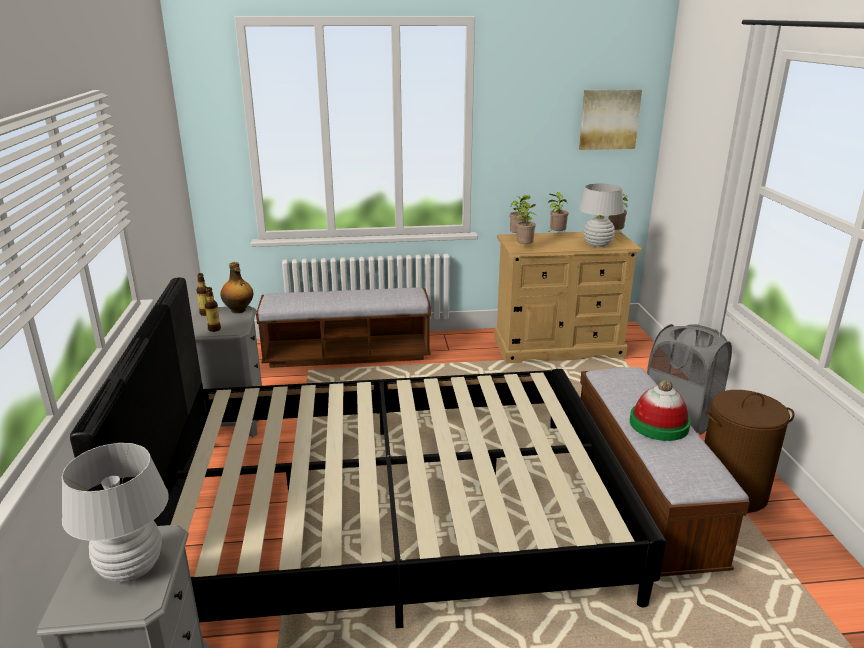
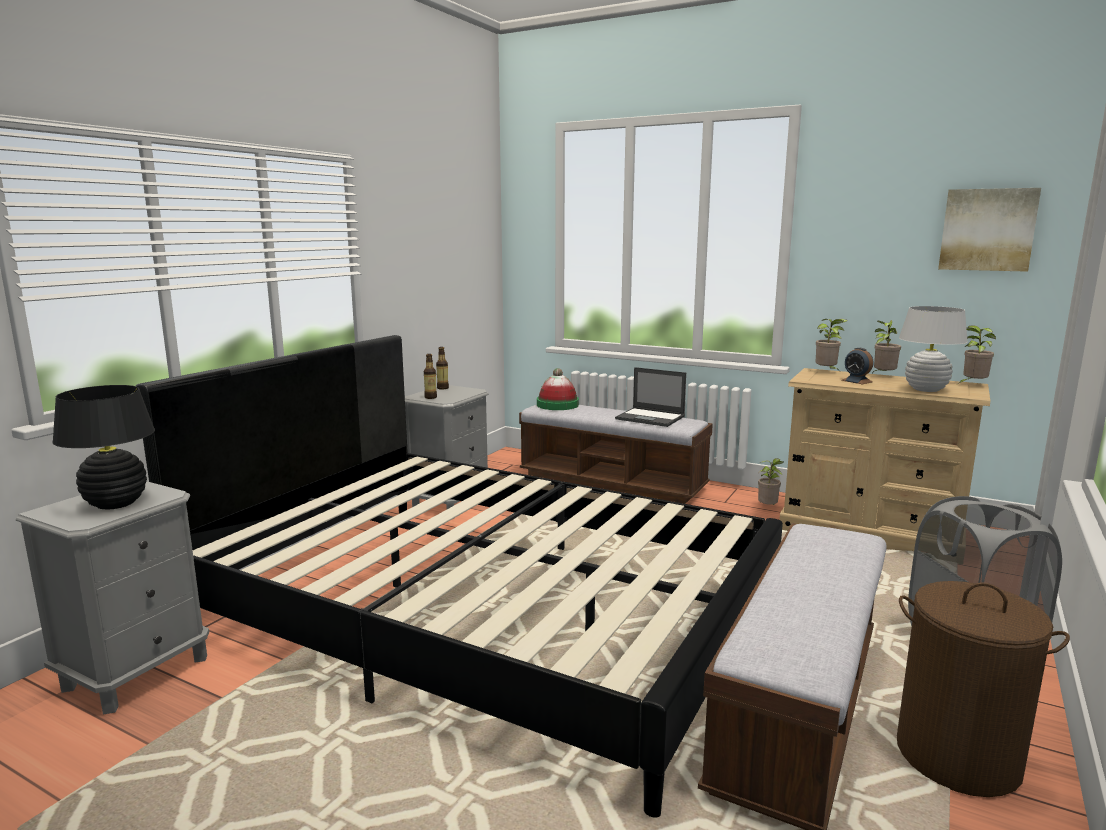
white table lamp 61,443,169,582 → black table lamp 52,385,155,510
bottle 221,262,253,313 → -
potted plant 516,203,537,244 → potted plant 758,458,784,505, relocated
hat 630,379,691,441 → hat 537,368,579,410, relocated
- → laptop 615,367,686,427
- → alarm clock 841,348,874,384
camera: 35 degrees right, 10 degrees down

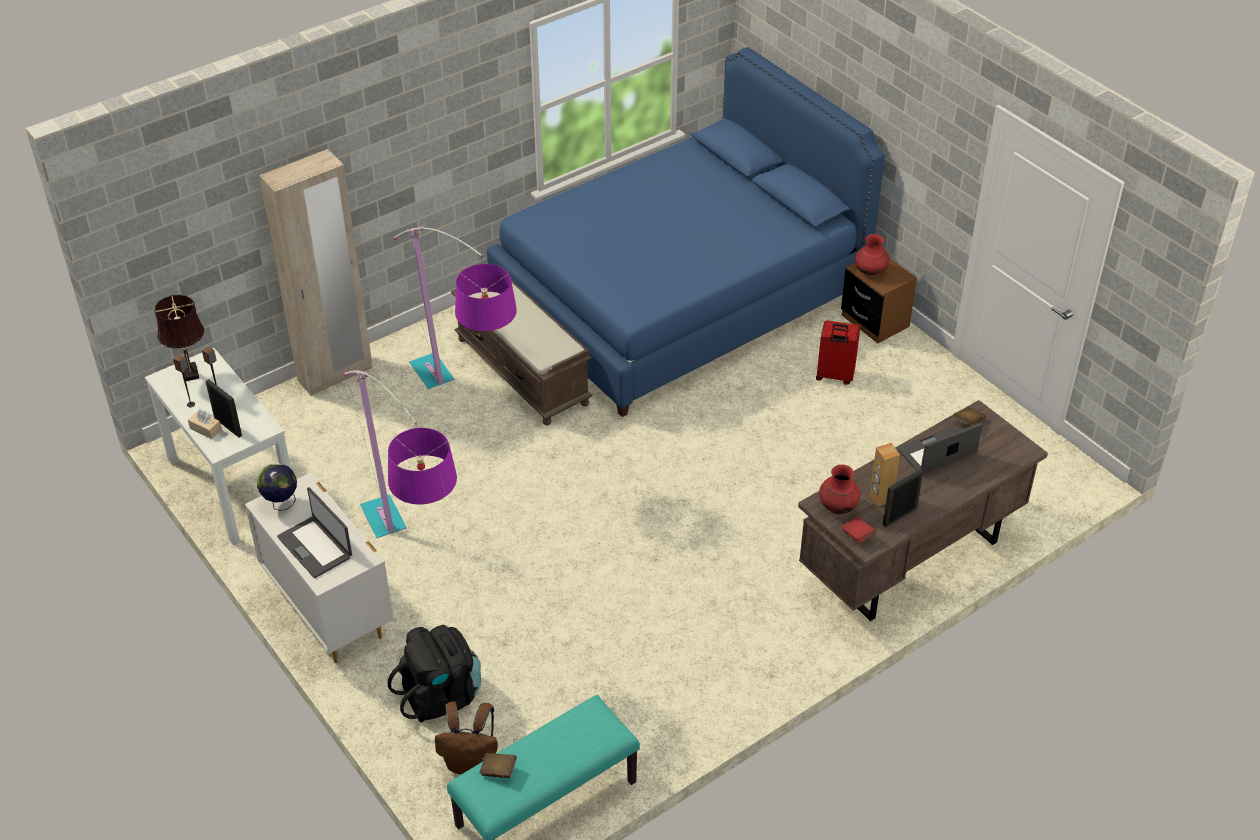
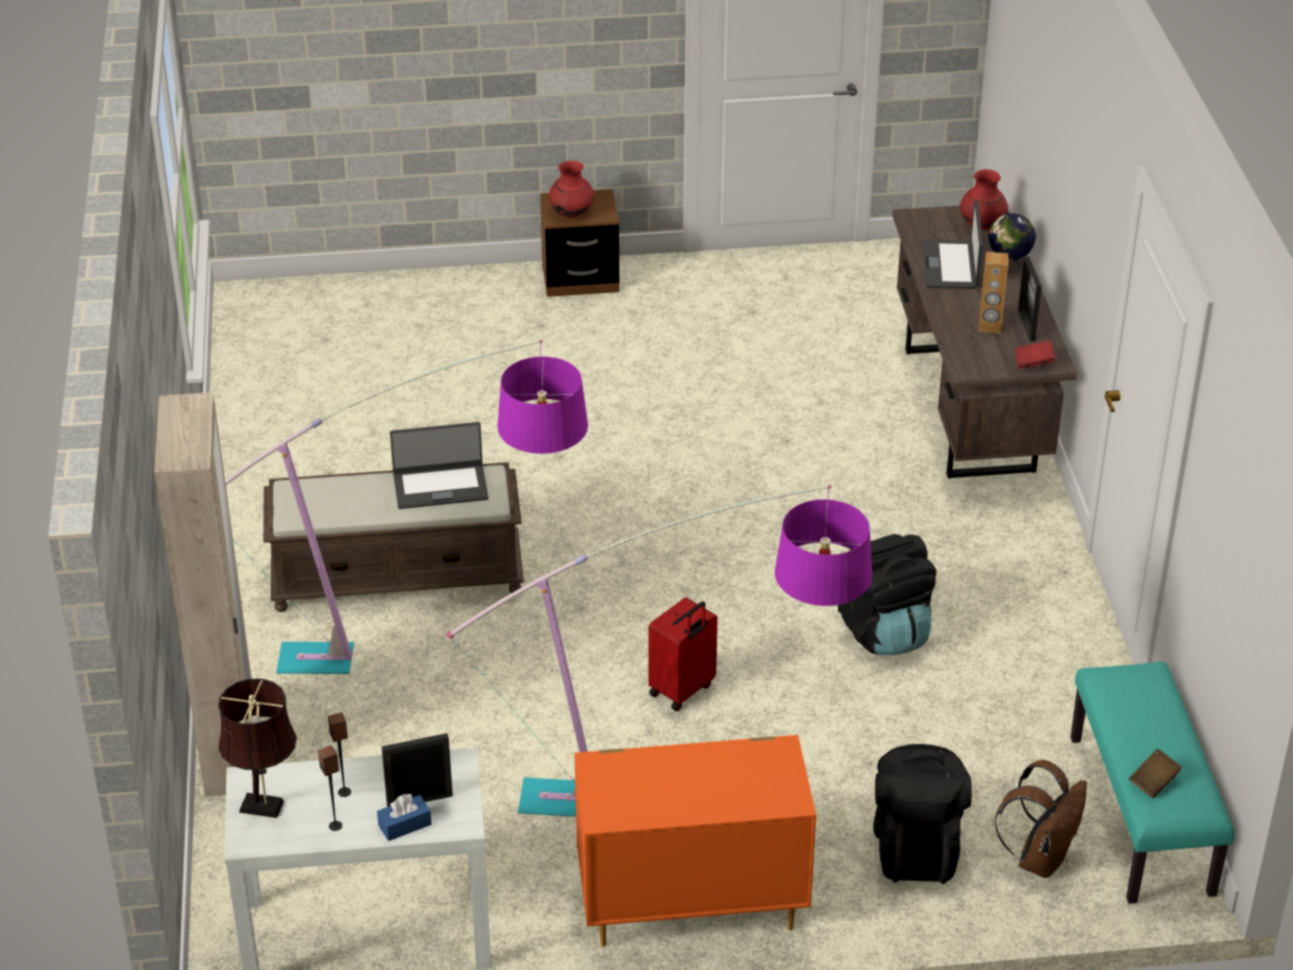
beige tissue box 188,410,222,439 → blue tissue box 377,794,432,841
white dresser 245,473,394,663 → orange dresser 574,735,816,947
globe 257,463,297,511 → globe 988,213,1036,273, relocated
laptop 277,487,352,578 → laptop 390,422,489,509, relocated
blue bed 487,47,885,417 → -
red suitcase 816,320,860,385 → red suitcase 648,597,718,711, relocated
red vase 819,465,860,514 → red vase 960,169,1008,230, relocated
brown book 953,407,986,425 → -
- → black backpack 838,534,936,655
camera: 60 degrees left, 5 degrees down

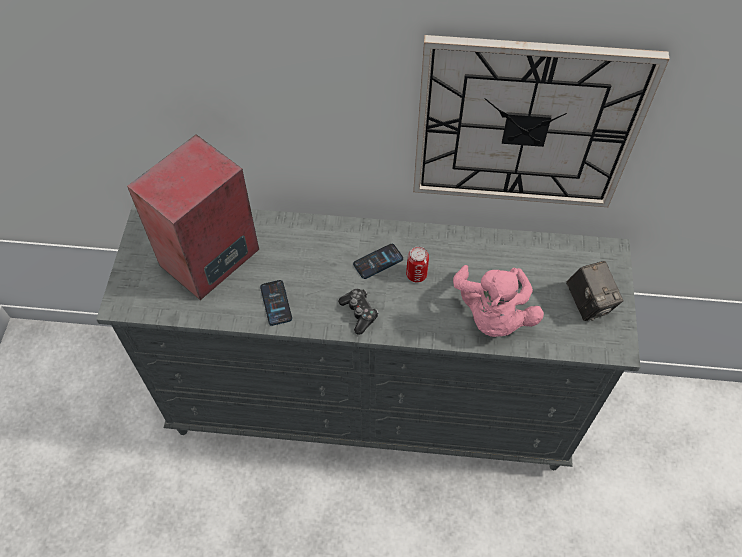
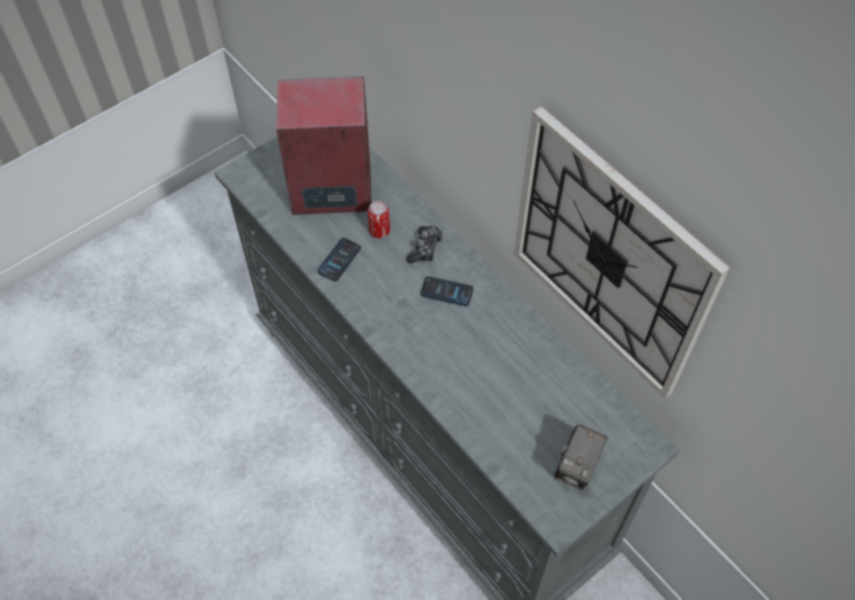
game controller 338,289,378,335 → game controller 406,226,443,263, relocated
can 406,246,429,282 → can 368,201,390,238, relocated
pink plush toy 453,265,544,337 → -
camera: 45 degrees right, 0 degrees up

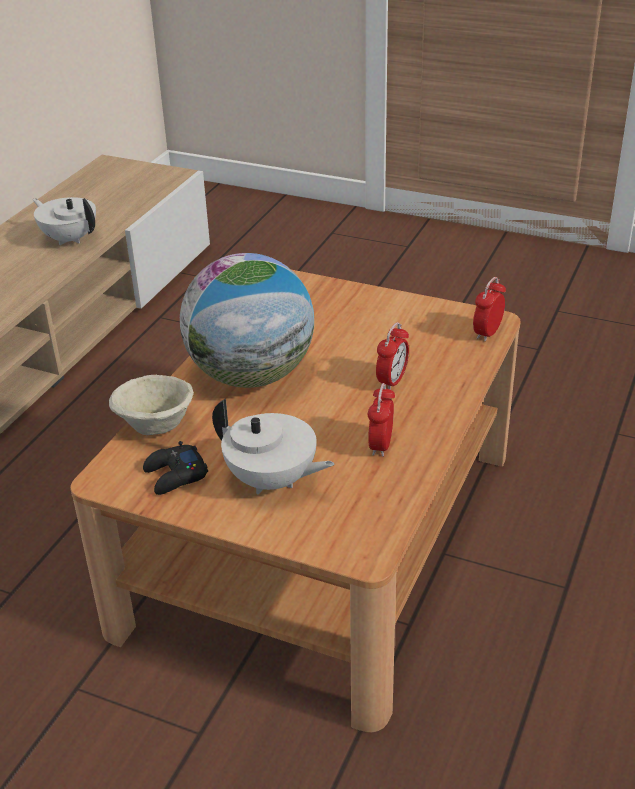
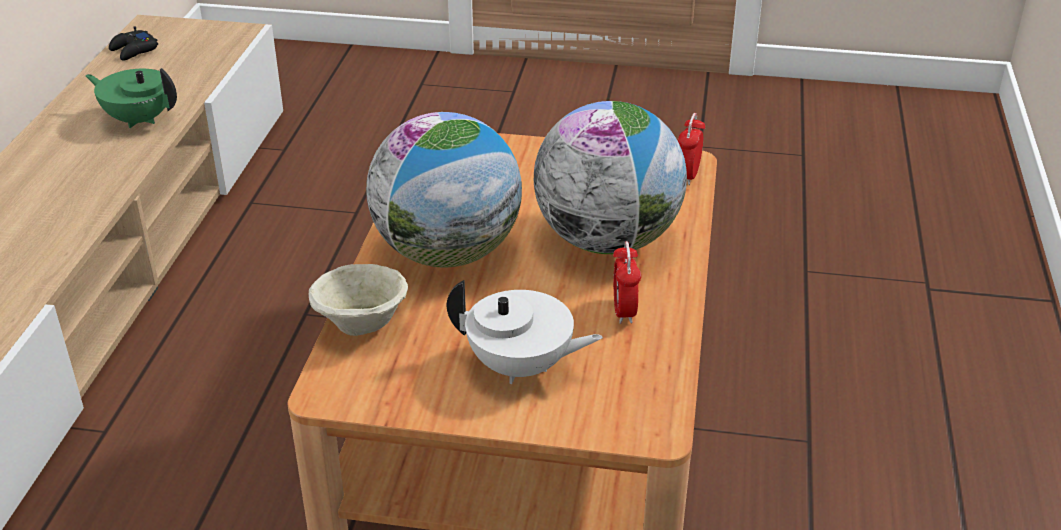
white teapot 33,197,96,245 → green teapot 85,68,177,128
black game controller 143,441,208,495 → black game controller 109,27,158,61, relocated
alarm clock 376,322,409,390 → globe 534,101,687,254
camera: 15 degrees left, 0 degrees up

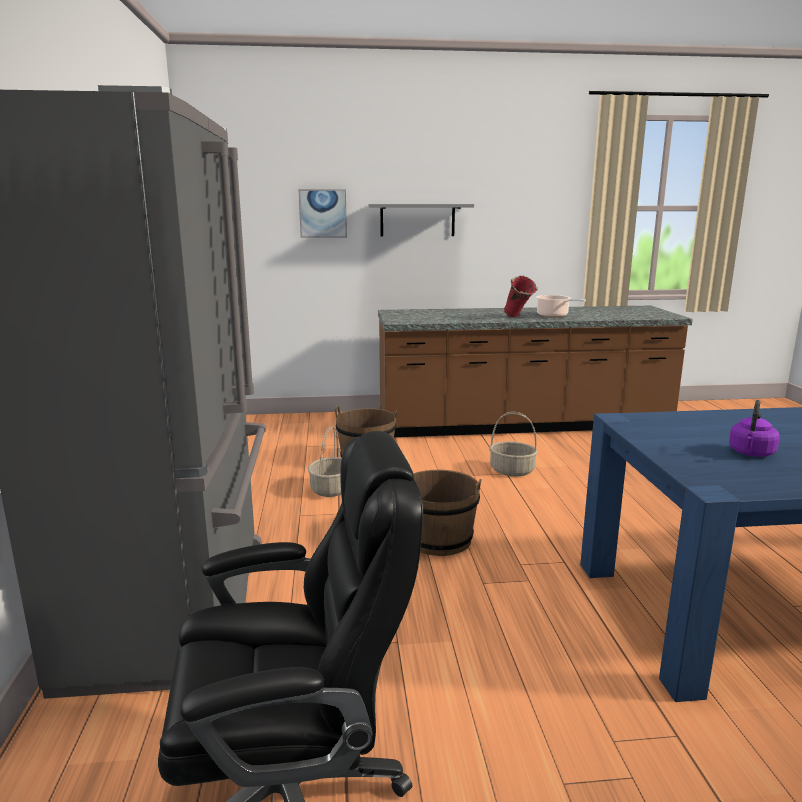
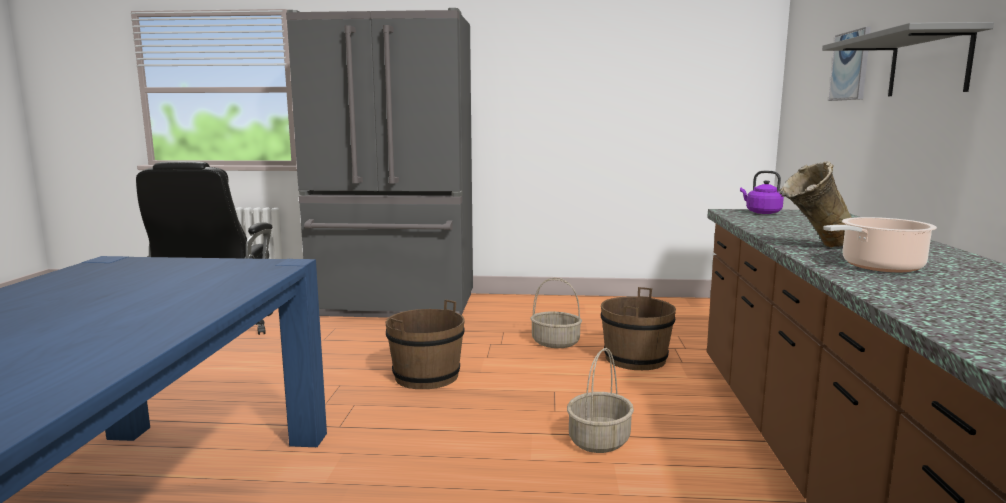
red vase 504,275,538,317 → beige vase 779,161,852,248
purple kettle 729,400,780,457 → purple kettle 740,171,784,214, relocated
camera: 100 degrees right, 5 degrees down

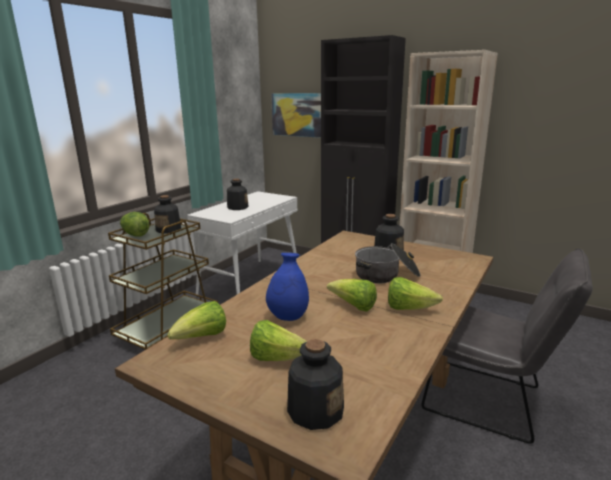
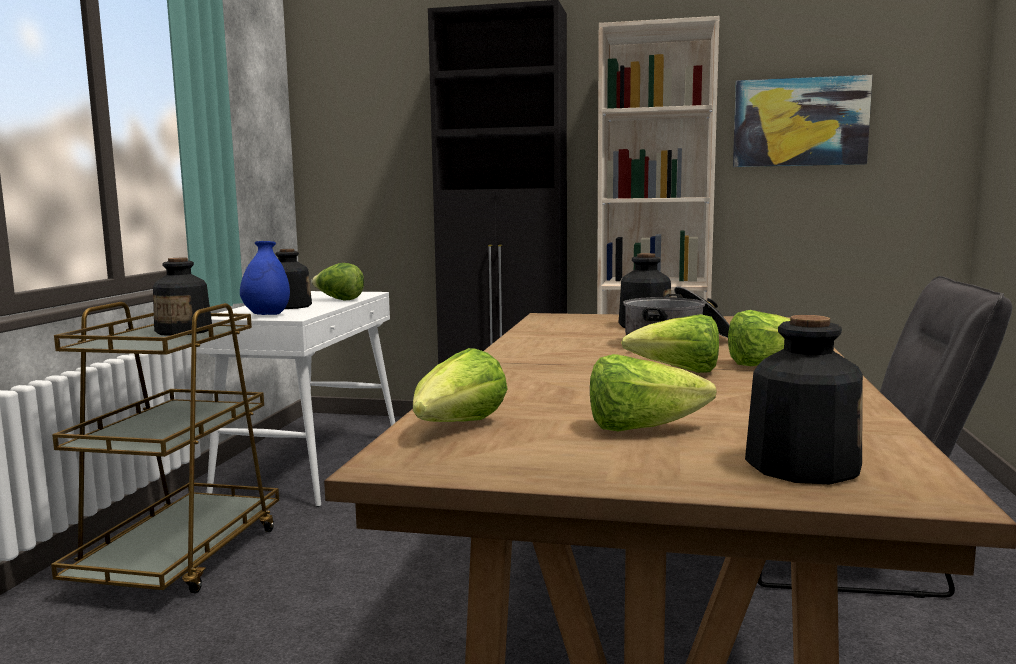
lettuce 120,212,150,237 → lettuce 311,263,364,300, relocated
blue vase 266,253,309,321 → blue vase 240,241,290,315, relocated
picture 271,93,321,138 → picture 733,75,872,167, relocated
camera: 20 degrees left, 10 degrees down

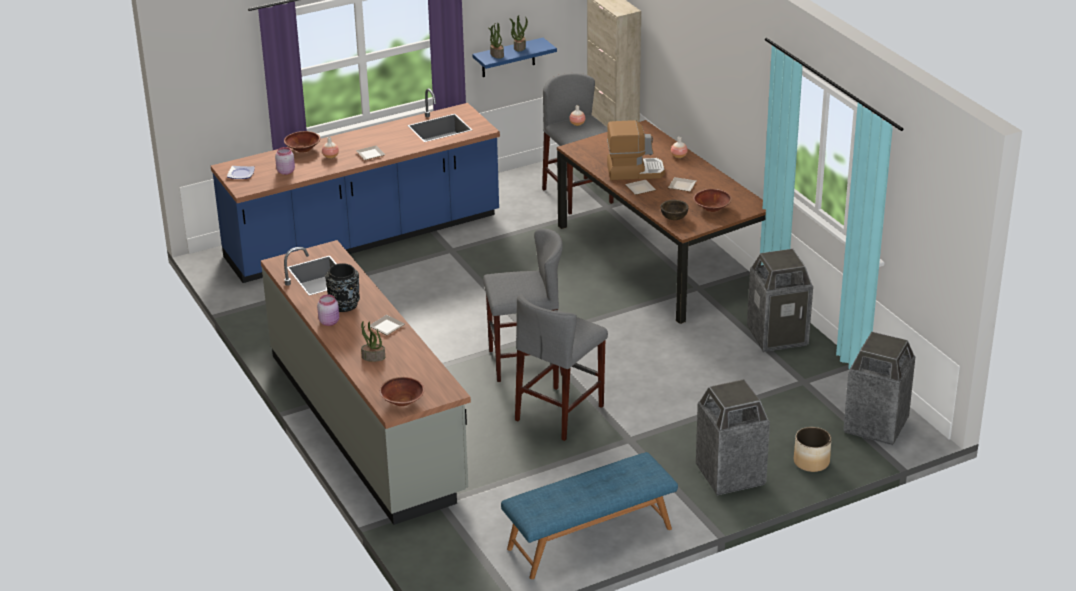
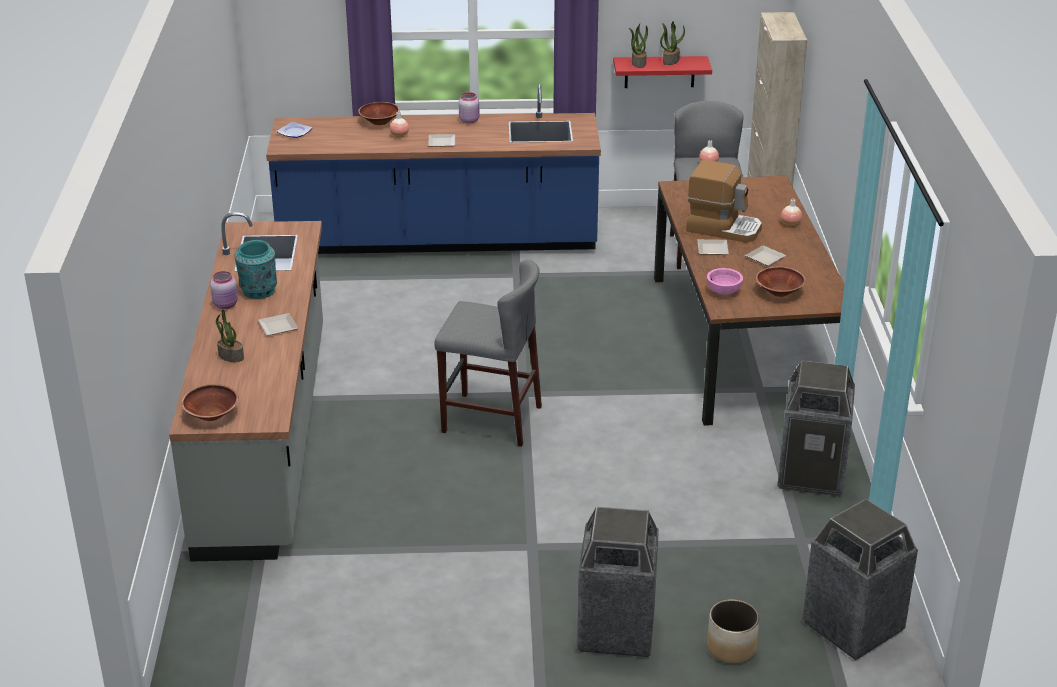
pink jar 275,147,295,175 → pink jar 459,92,479,124, relocated
black vase 325,263,360,312 → turquoise vase 235,240,277,299
blue shelf 472,38,557,77 → red shelf 613,56,712,88
blue bench 501,452,678,579 → -
grey stool 515,294,608,441 → -
brown bowl 660,200,689,220 → pink bowl 707,268,743,295
camera: 25 degrees right, 0 degrees up

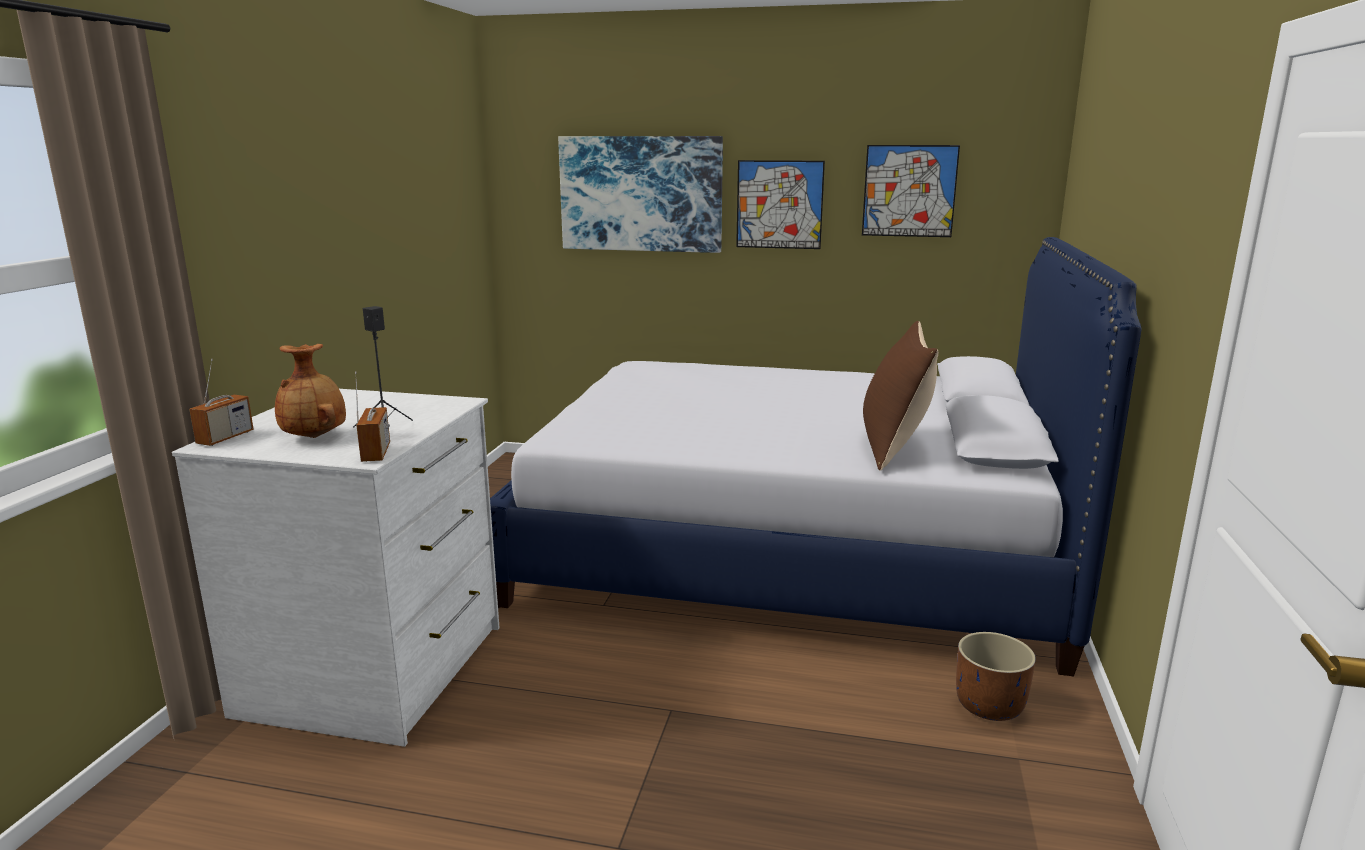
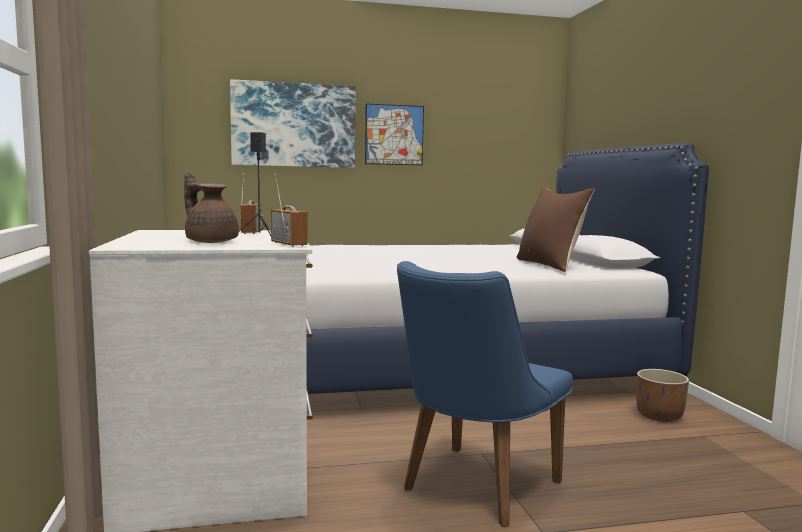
radio 189,359,254,446 → radio 240,173,263,234, relocated
brown vase 275,344,346,438 → brown teapot 184,171,239,243
picture 862,145,960,237 → -
- → blue chair 397,261,573,527
camera: 25 degrees left, 10 degrees down

